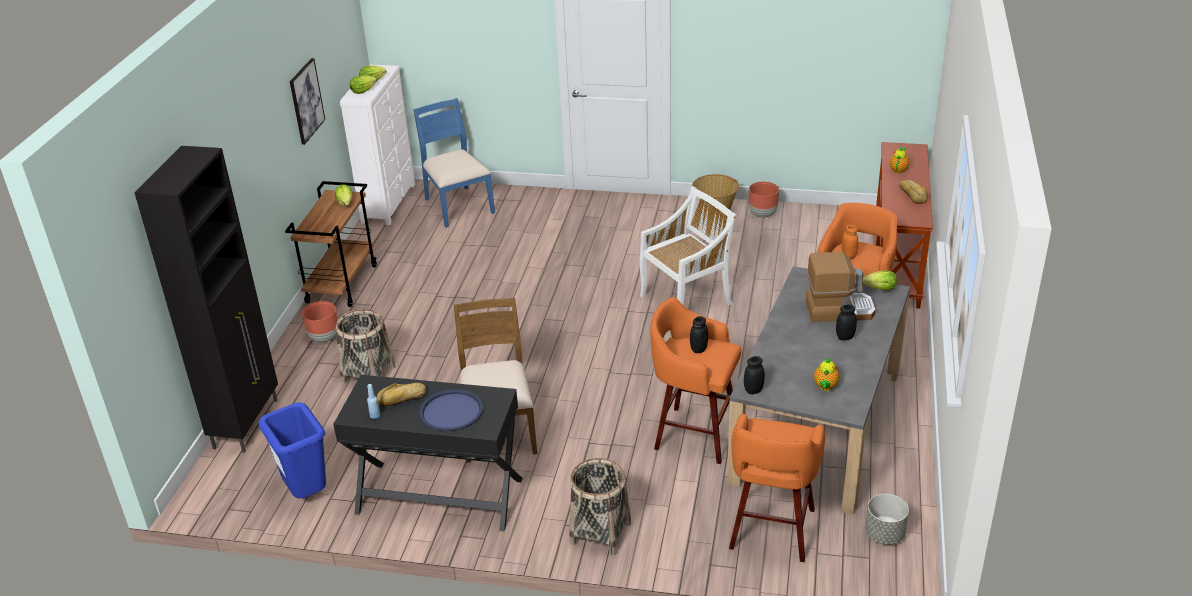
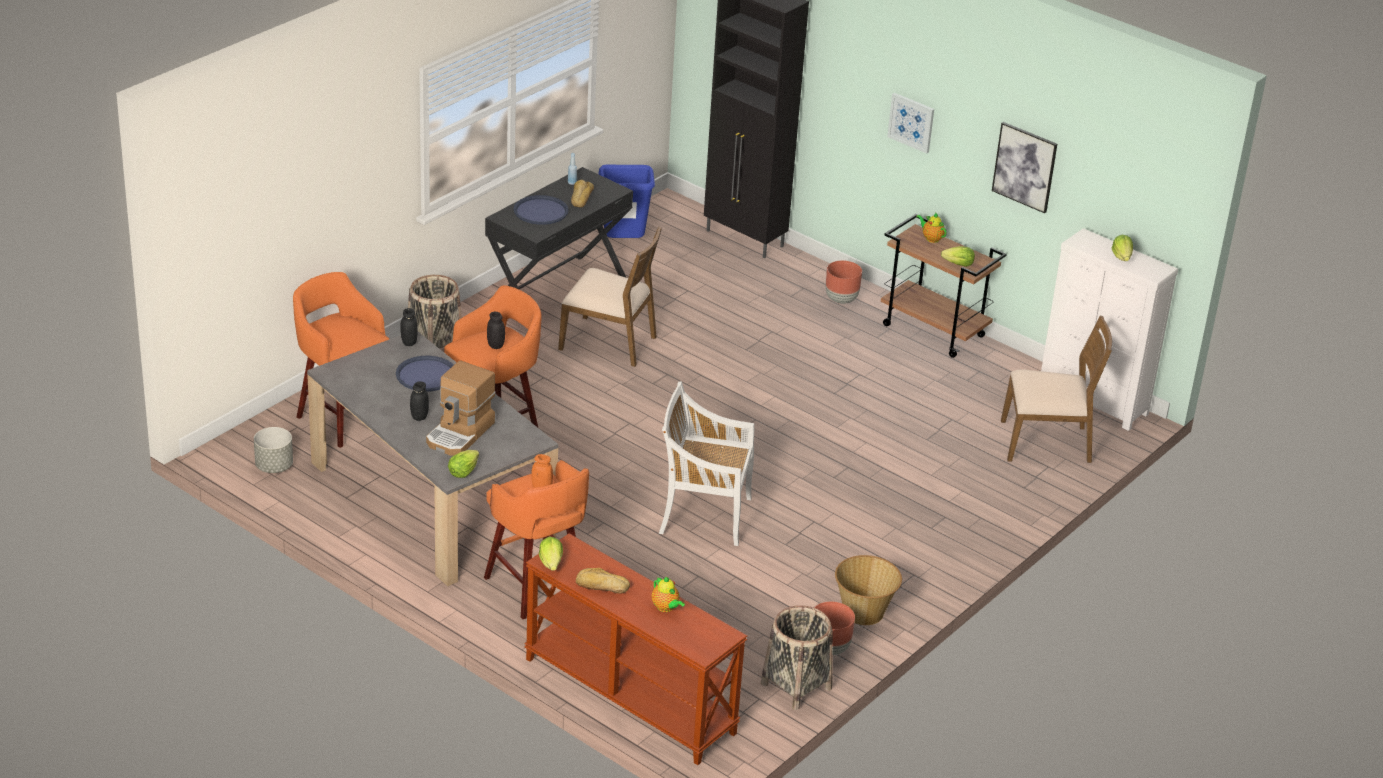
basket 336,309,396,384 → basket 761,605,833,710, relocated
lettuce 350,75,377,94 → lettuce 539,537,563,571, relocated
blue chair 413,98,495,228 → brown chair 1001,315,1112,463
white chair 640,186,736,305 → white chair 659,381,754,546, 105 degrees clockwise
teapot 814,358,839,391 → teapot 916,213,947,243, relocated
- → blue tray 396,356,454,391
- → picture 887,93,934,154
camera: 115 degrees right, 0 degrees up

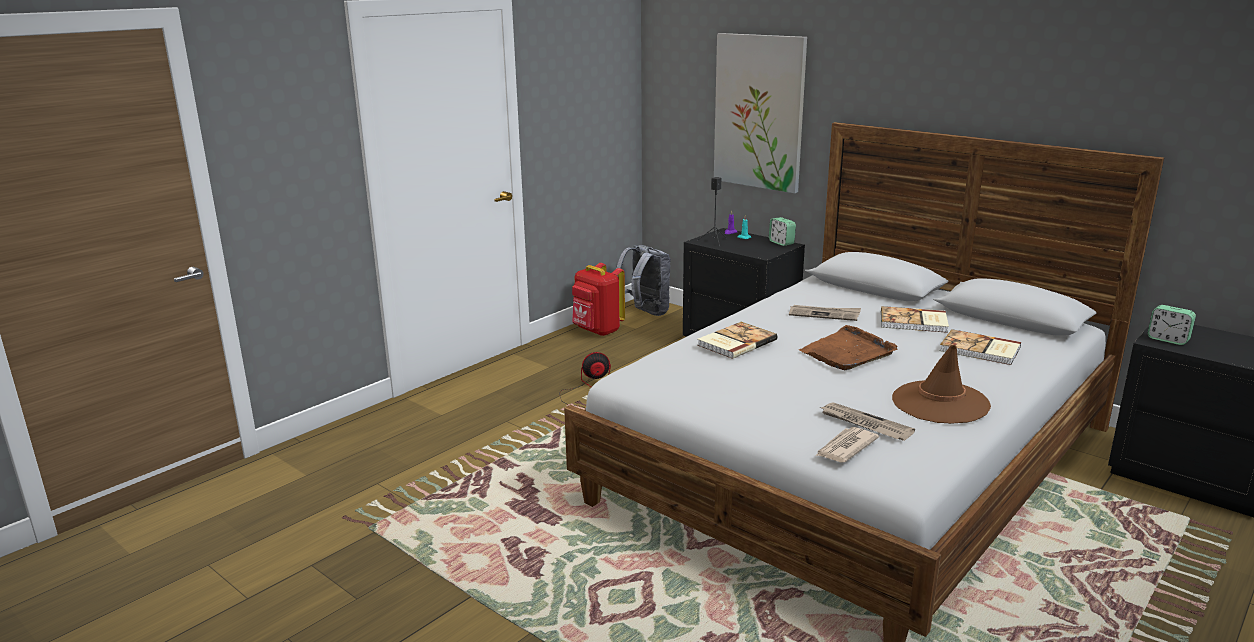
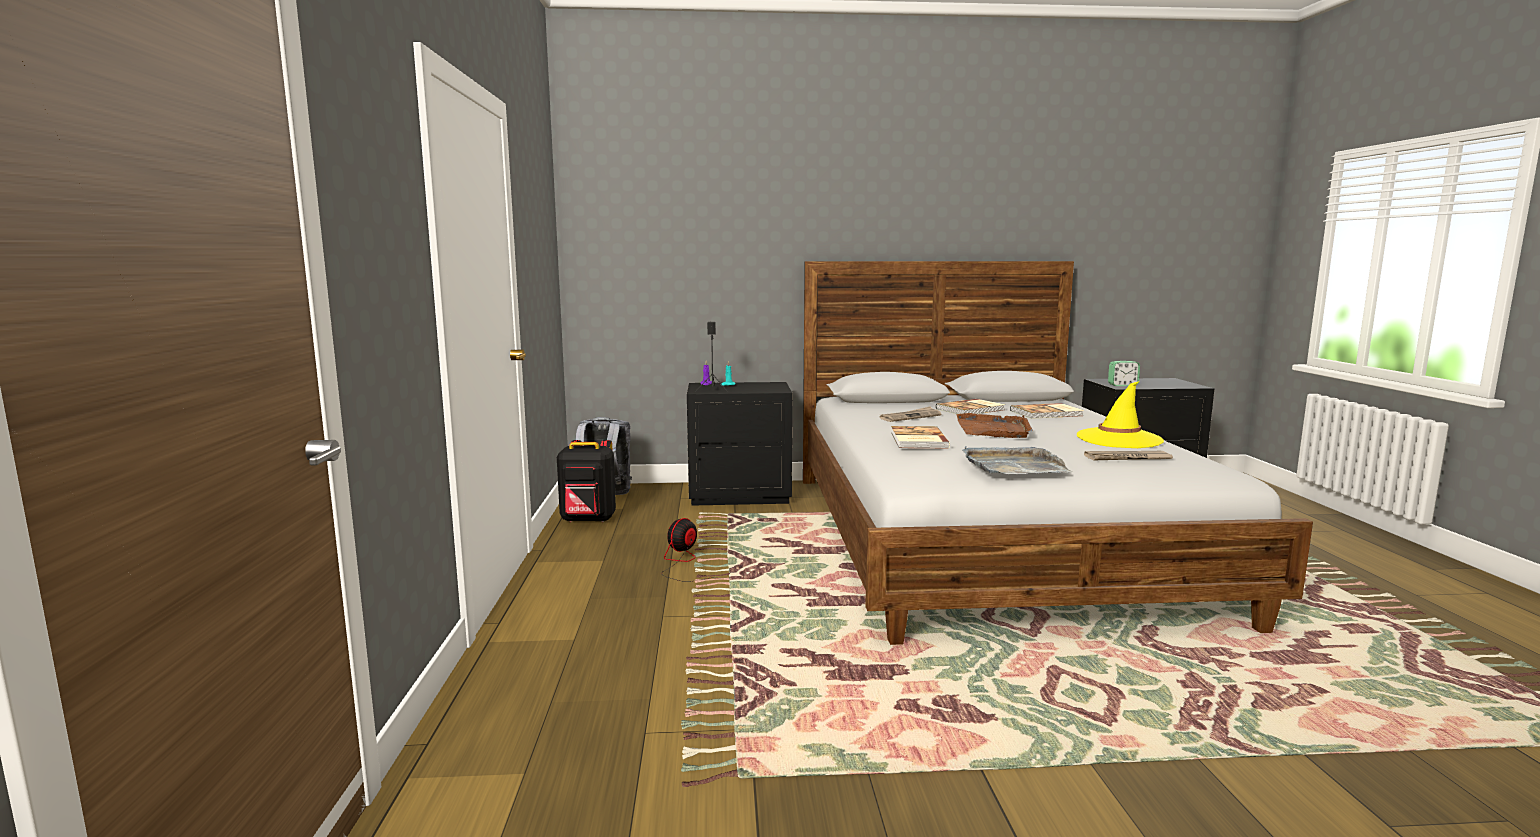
red backpack 572,263,625,336 → black backpack 557,440,616,522
picture 714,33,807,193 → -
alarm clock 769,217,796,246 → -
newspaper 815,427,879,462 → -
brown hat 892,345,991,424 → yellow hat 1077,381,1164,448
- → grey tray 963,446,1072,474
camera: 45 degrees left, 10 degrees down

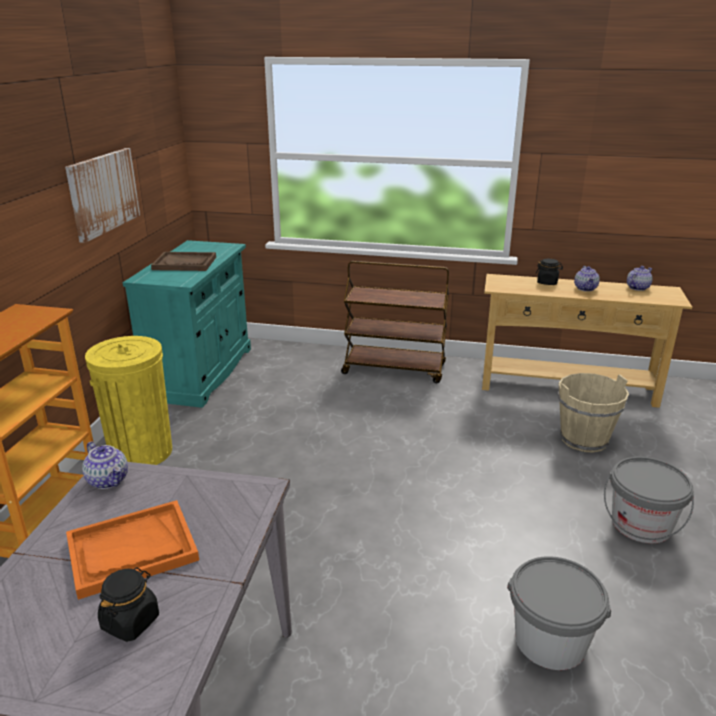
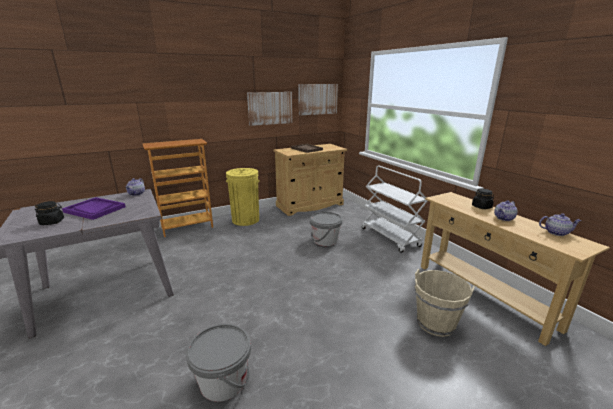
orange tray 66,500,199,600 → purple tray 62,197,126,220
turquoise cabinet 123,240,251,408 → beige cabinet 273,144,347,216
brown cart 341,261,449,383 → white cart 362,165,428,253
grey bucket 604,457,694,543 → grey bucket 310,212,342,246, relocated
- → picture 298,84,338,115
camera: 50 degrees right, 5 degrees down

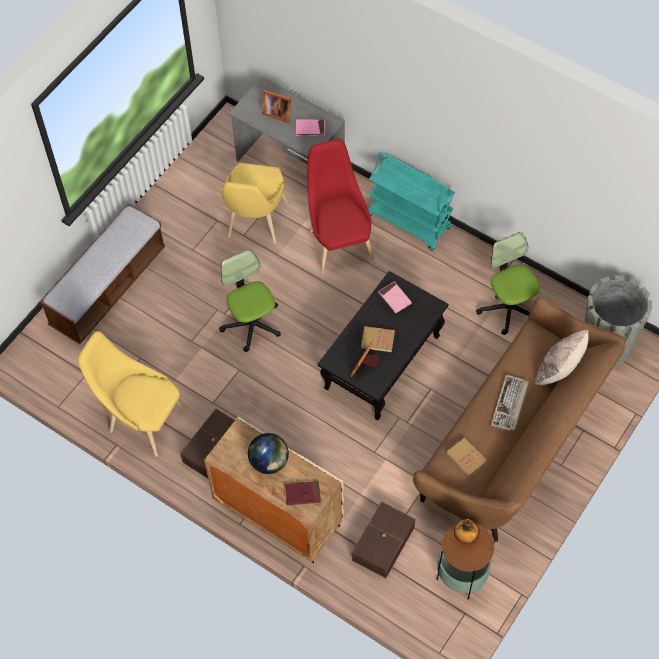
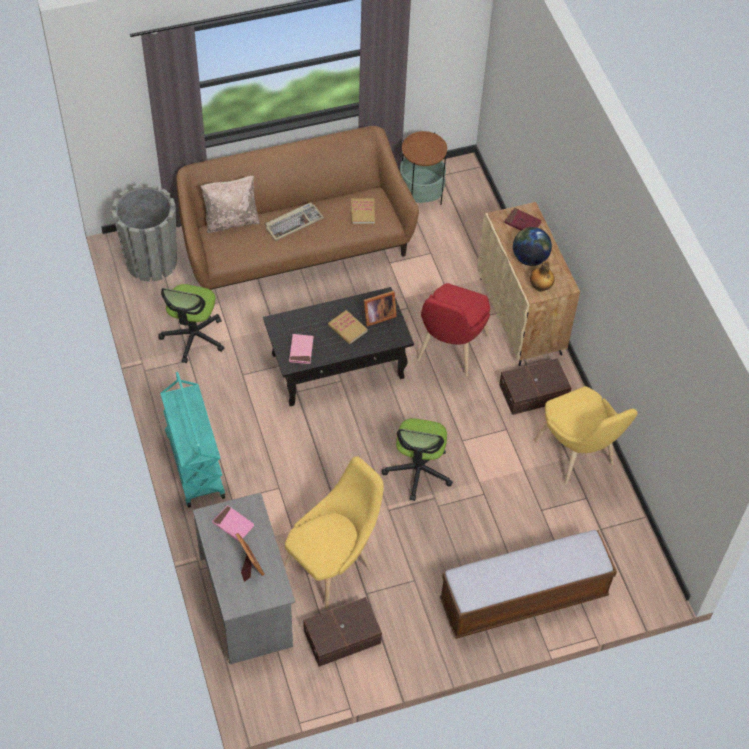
red chair 307,139,374,274 → red chair 417,283,490,377, relocated
brown storage box 352,502,415,578 → brown storage box 303,597,382,667, relocated
bottle 454,519,480,544 → bottle 530,261,555,292, relocated
camera: 145 degrees left, 5 degrees down

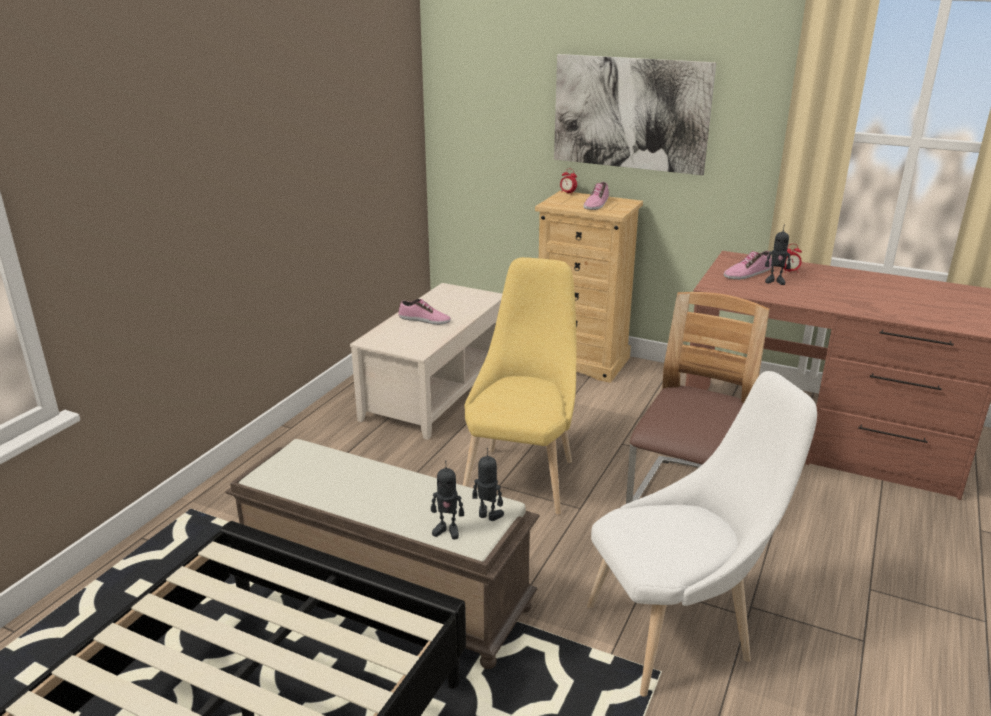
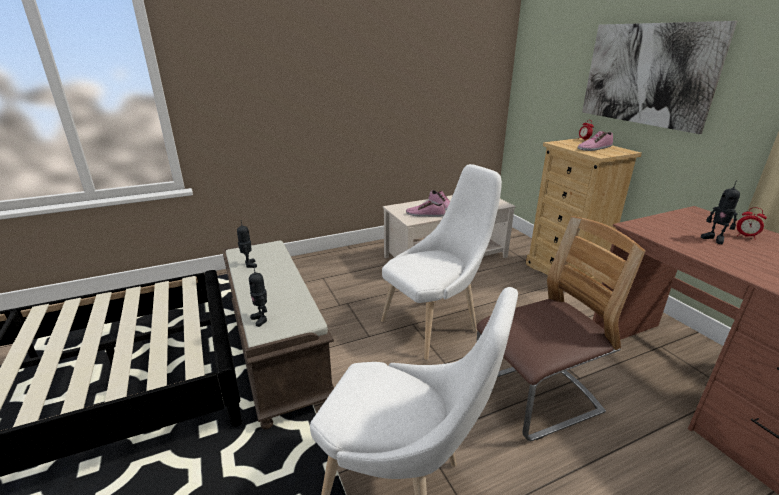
yellow chair 463,257,577,514 → white chair 381,164,502,360
toy robot 472,448,504,521 → toy robot 237,222,257,268, relocated
shoe 724,251,772,280 → shoe 406,201,445,217, relocated
camera: 40 degrees right, 0 degrees up

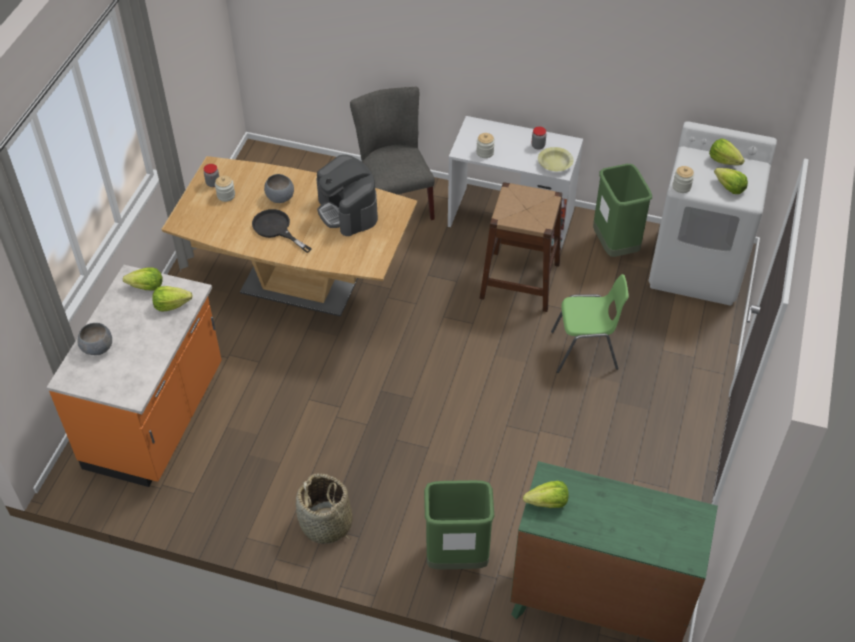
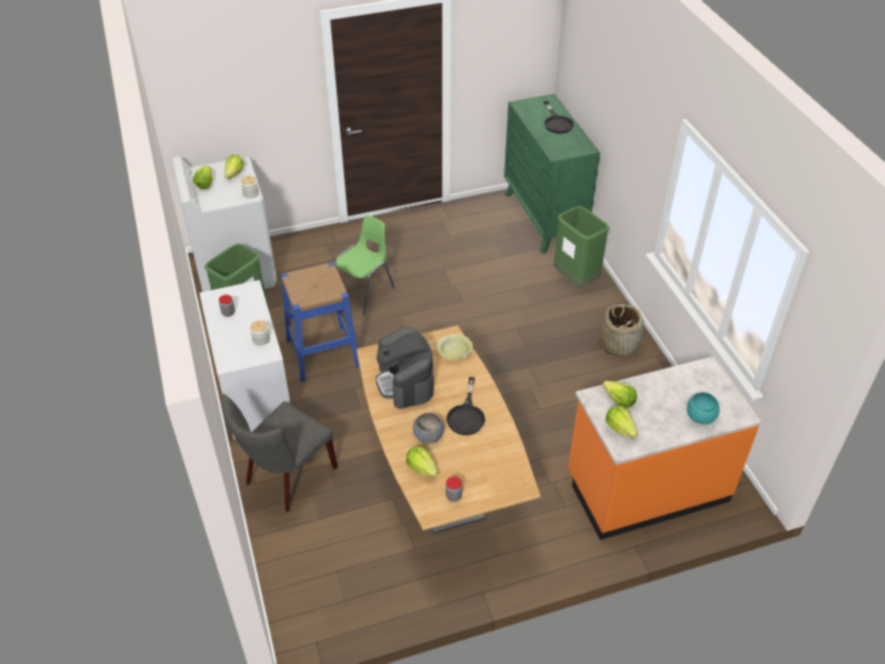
grey bowl 77,323,112,355 → turquoise bowl 687,392,720,424
jar 215,175,235,202 → -
coffee machine 316,155,378,236 → coffee machine 376,327,434,409, 135 degrees clockwise
brown stool 479,182,562,312 → blue stool 281,262,360,382
lettuce 523,481,569,508 → lettuce 406,446,438,478, relocated
yellow bowl 538,147,574,171 → yellow bowl 437,334,473,360, relocated
green chair 551,274,629,373 → green chair 335,215,395,315, 75 degrees clockwise
- → black frying pan 543,101,574,134
camera: 125 degrees left, 5 degrees down

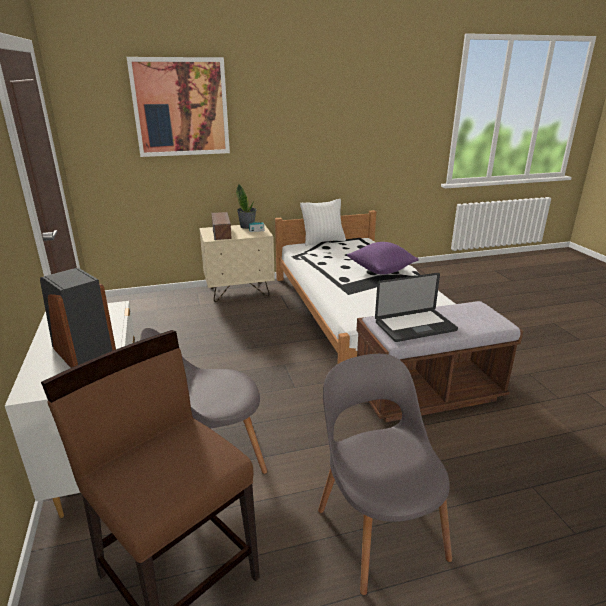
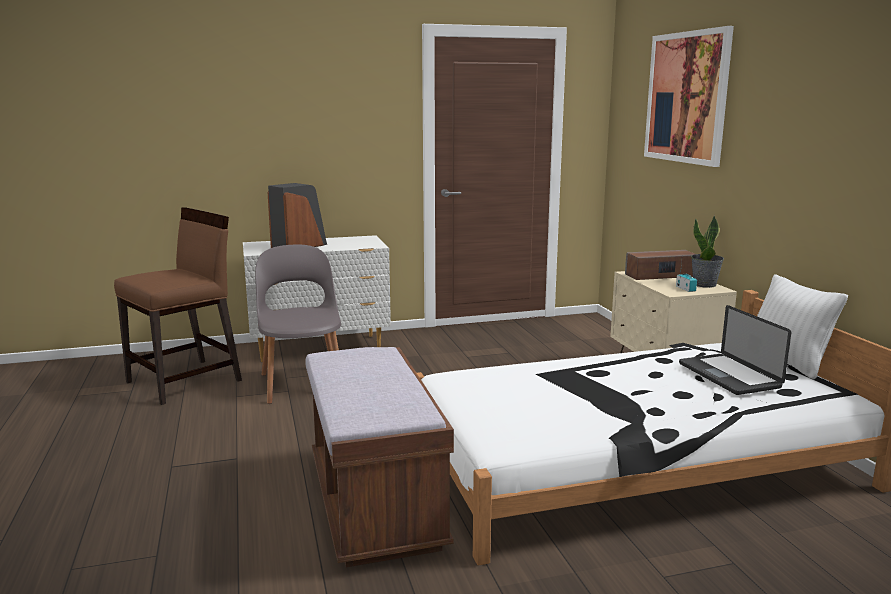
grey chair 318,354,452,595 → -
purple pillow 347,242,418,275 → -
laptop 375,273,458,342 → laptop 679,305,791,395, relocated
camera: 90 degrees right, 10 degrees down

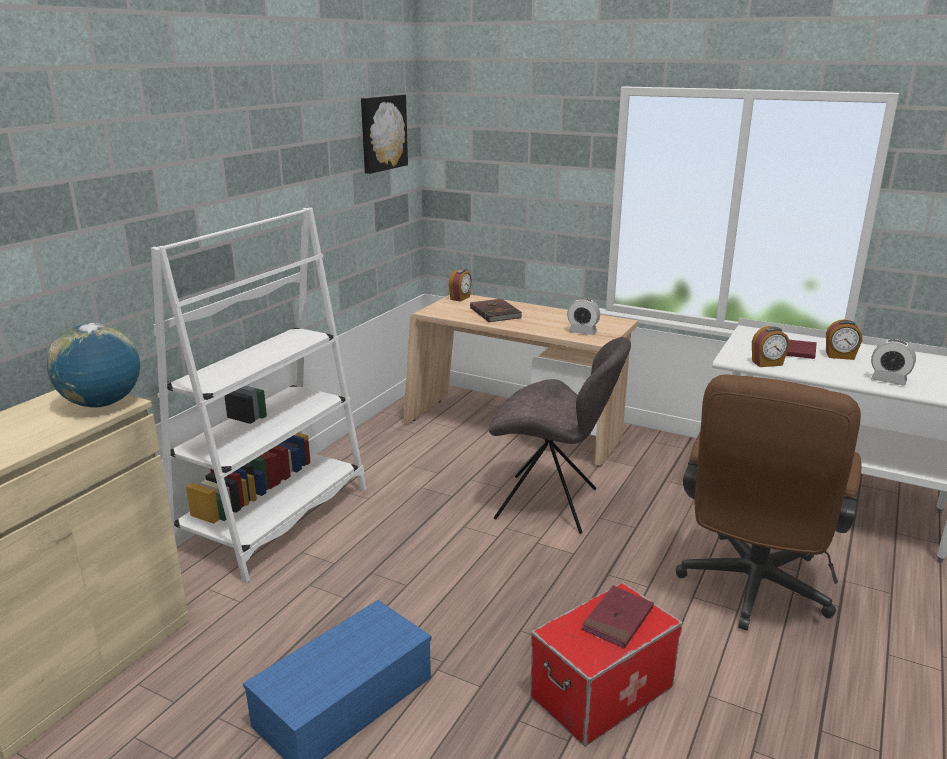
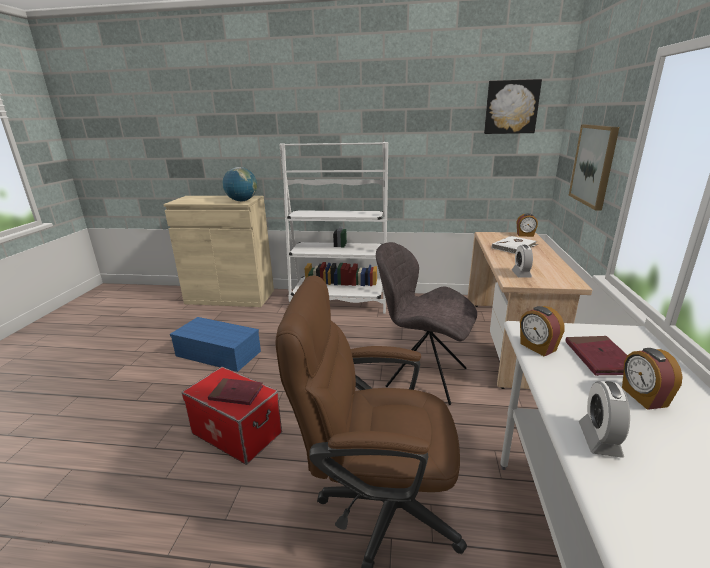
brown book 470,299,522,322 → white book 492,236,538,254
grey chair 489,337,631,534 → grey chair 376,242,477,405, 120 degrees clockwise
- → picture 569,124,619,210
camera: 70 degrees right, 0 degrees up

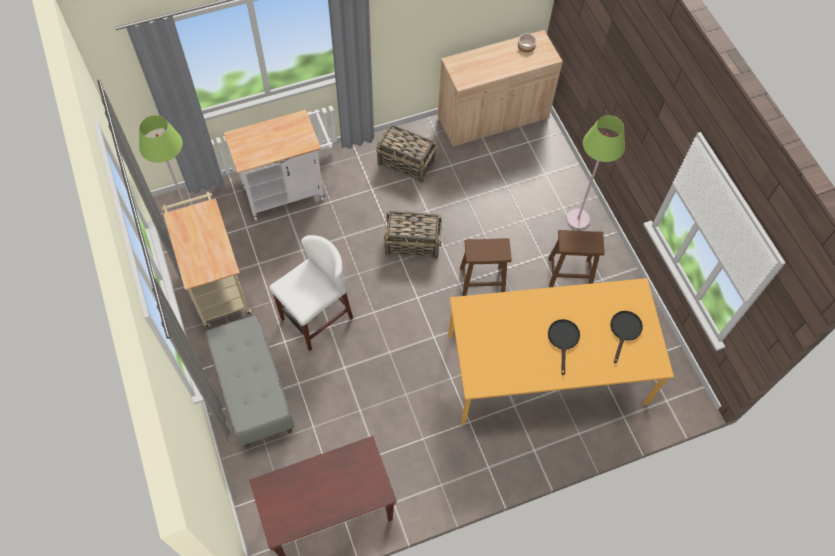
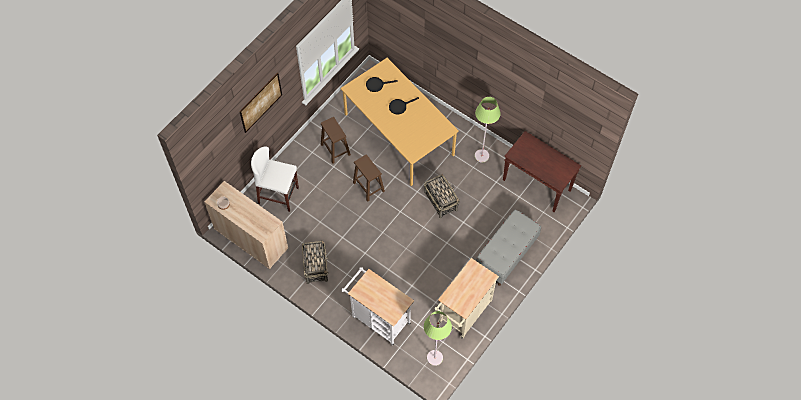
white stool 269,235,353,351 → white stool 251,146,299,212, relocated
basket 383,210,442,259 → basket 424,174,460,219, relocated
green floor lamp 567,115,625,229 → green floor lamp 475,97,501,162, relocated
- → picture 239,73,282,133
camera: 120 degrees left, 0 degrees up

